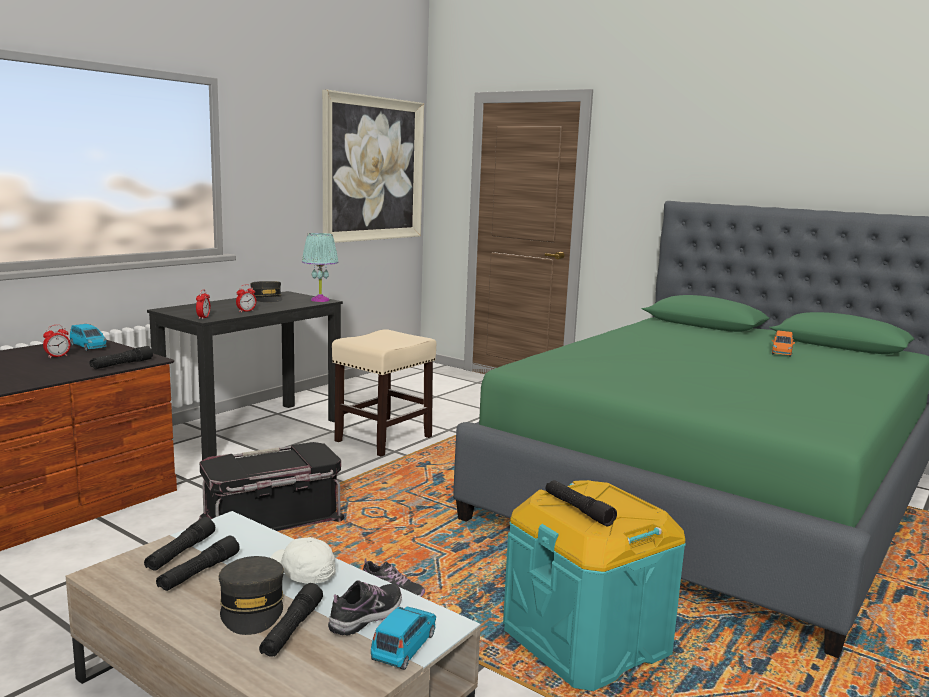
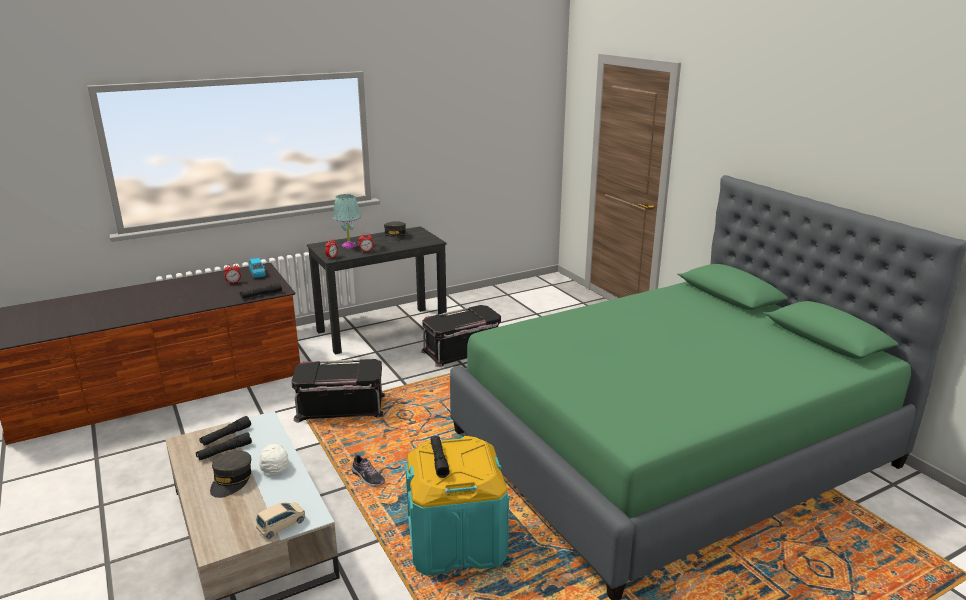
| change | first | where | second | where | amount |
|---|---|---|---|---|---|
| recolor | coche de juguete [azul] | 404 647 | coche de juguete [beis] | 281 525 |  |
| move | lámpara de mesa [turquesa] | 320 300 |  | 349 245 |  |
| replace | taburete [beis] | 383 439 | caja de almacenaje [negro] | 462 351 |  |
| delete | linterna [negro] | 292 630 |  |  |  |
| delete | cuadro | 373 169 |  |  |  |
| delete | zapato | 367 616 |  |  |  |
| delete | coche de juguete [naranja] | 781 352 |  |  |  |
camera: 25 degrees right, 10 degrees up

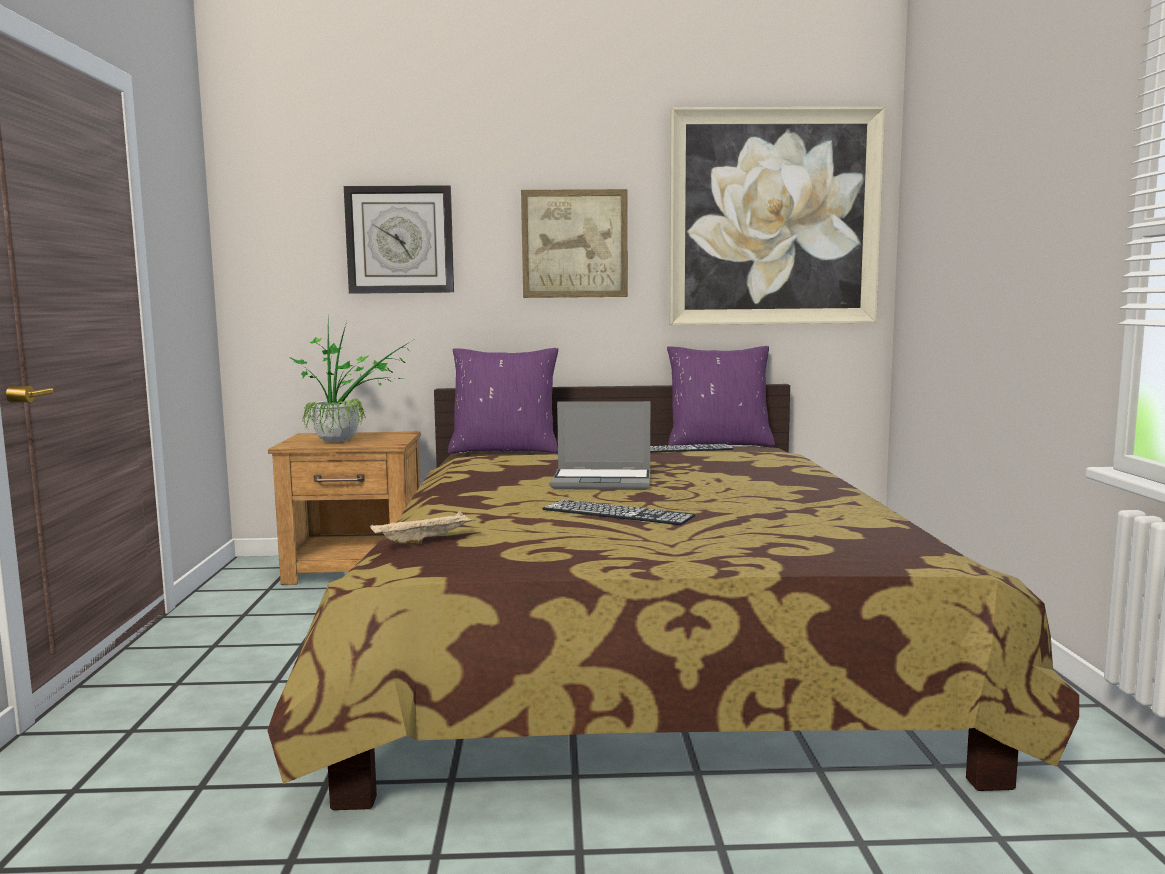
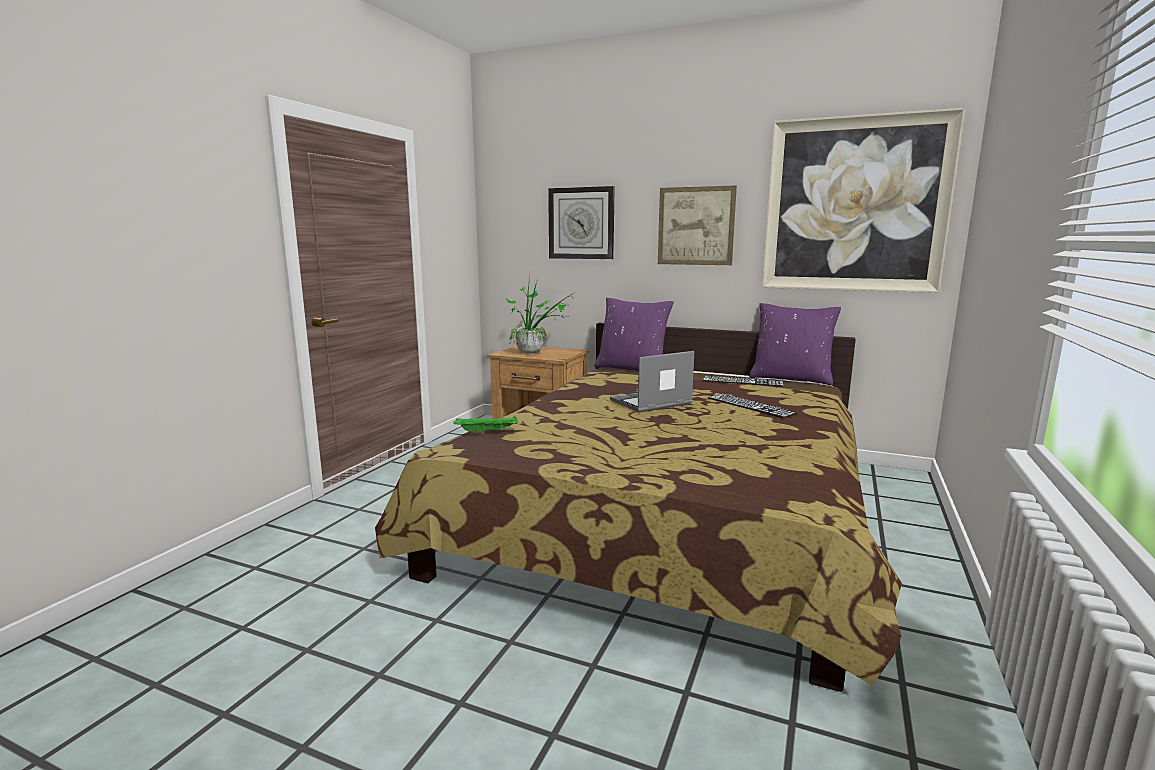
| change | first | where | second | where | amount |
|---|---|---|---|---|---|
| recolor | bandeja [beis] | 424 541 | bandeja [verde] | 488 432 |  |
| rotate | portátil | 603 482 |  | 650 403 | 120 degrees clockwise |
| move | teclado | 617 513 |  | 751 405 |  |
camera: 25 degrees right, 5 degrees up

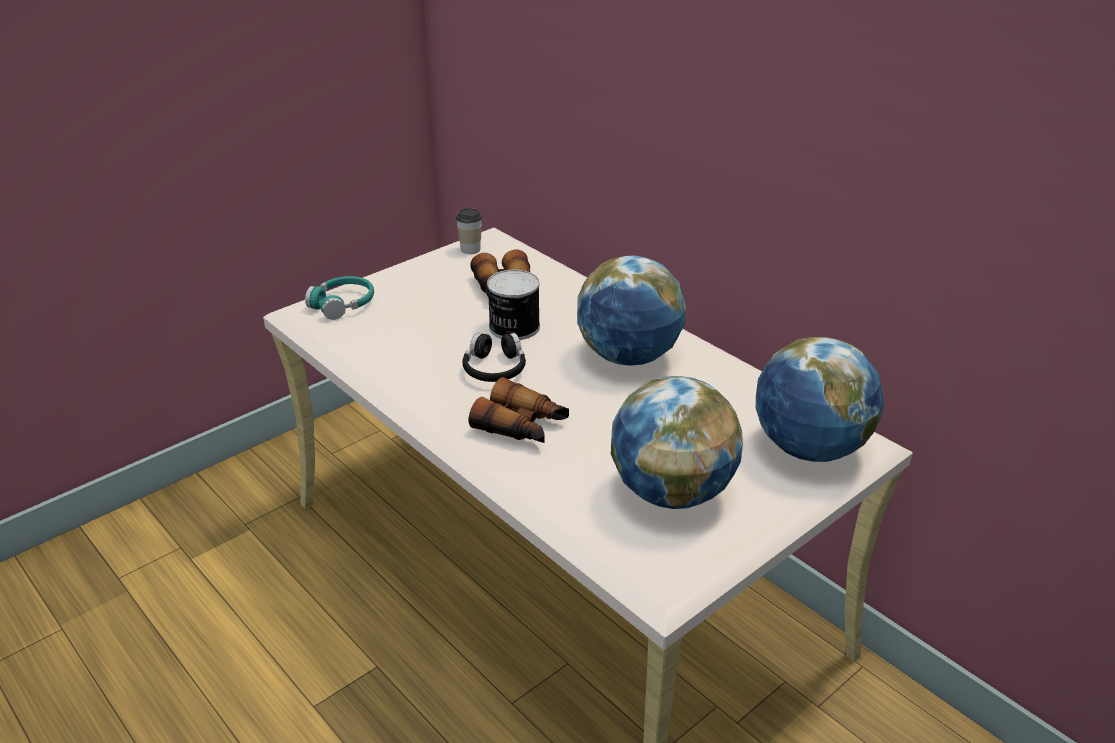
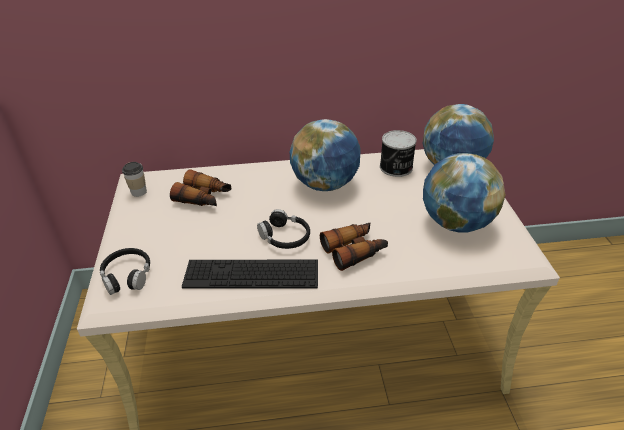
| change | first | where | second | where | amount |
|---|---|---|---|---|---|
| recolor | auriculares [turquesa] | 343 304 | auriculares [negro] | 127 276 |  |
| insert |  |  | teclado | 251 274 |  |
| move | lata | 513 327 |  | 396 168 |  |
camera: 55 degrees left, 5 degrees up

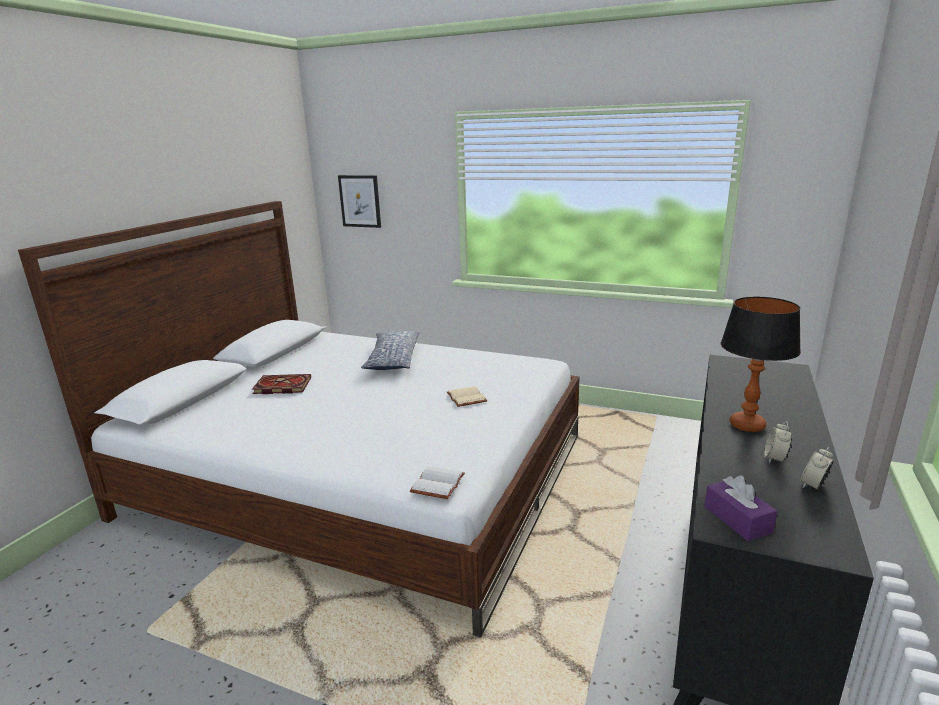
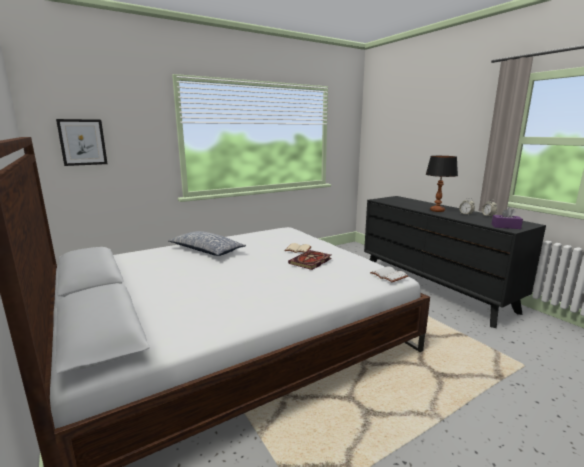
| change | first | where | second | where | amount |
|---|---|---|---|---|---|
| move | libro | 281 386 |  | 310 262 |  |
camera: 55 degrees left, 5 degrees down

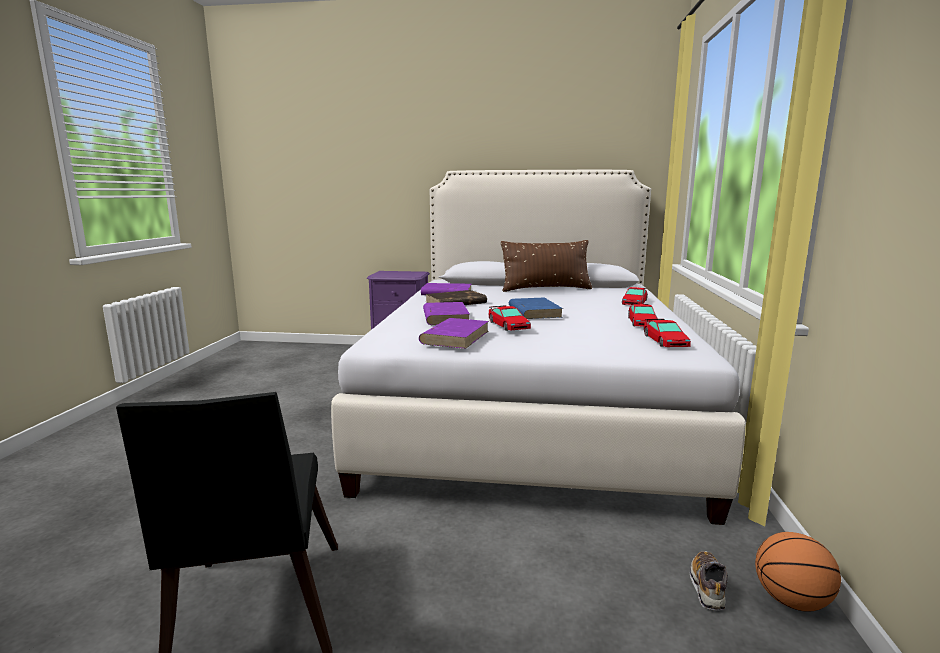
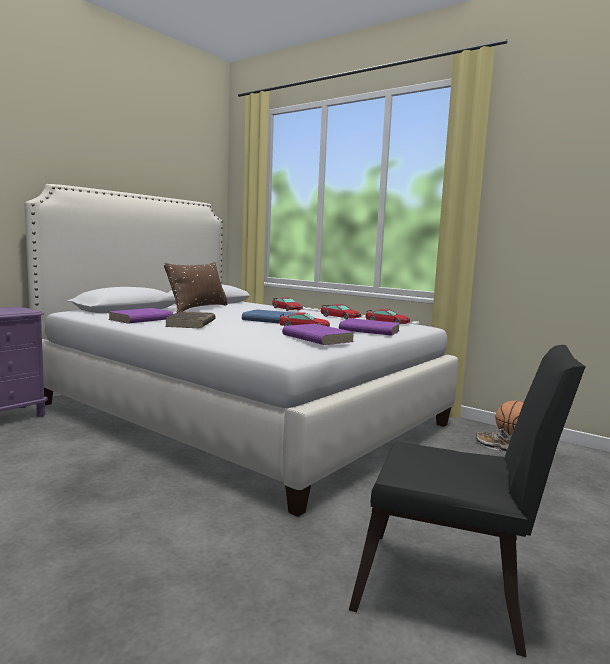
| change | first | where | second | where | amount |
|---|---|---|---|---|---|
| move | libro [morado] | 445 317 |  | 369 330 |  |
camera: 60 degrees left, 5 degrees down

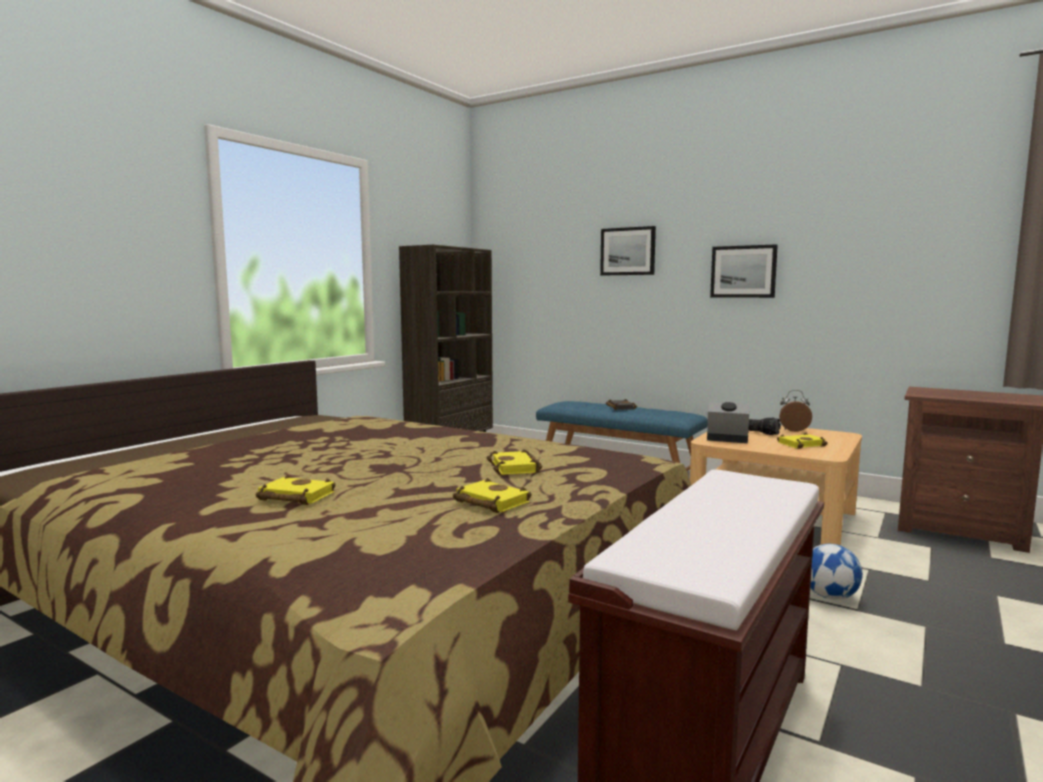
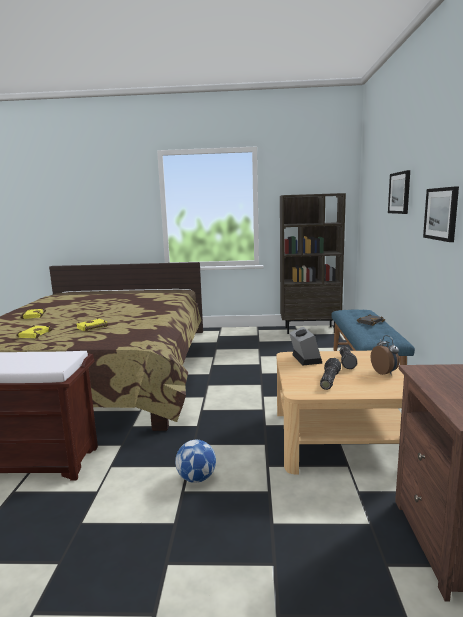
| change | first | where | second | where | amount |
|---|---|---|---|---|---|
| replace | libro [amarillo] | 801 444 | linterna | 328 380 |  |
camera: 60 degrees right, 5 degrees up

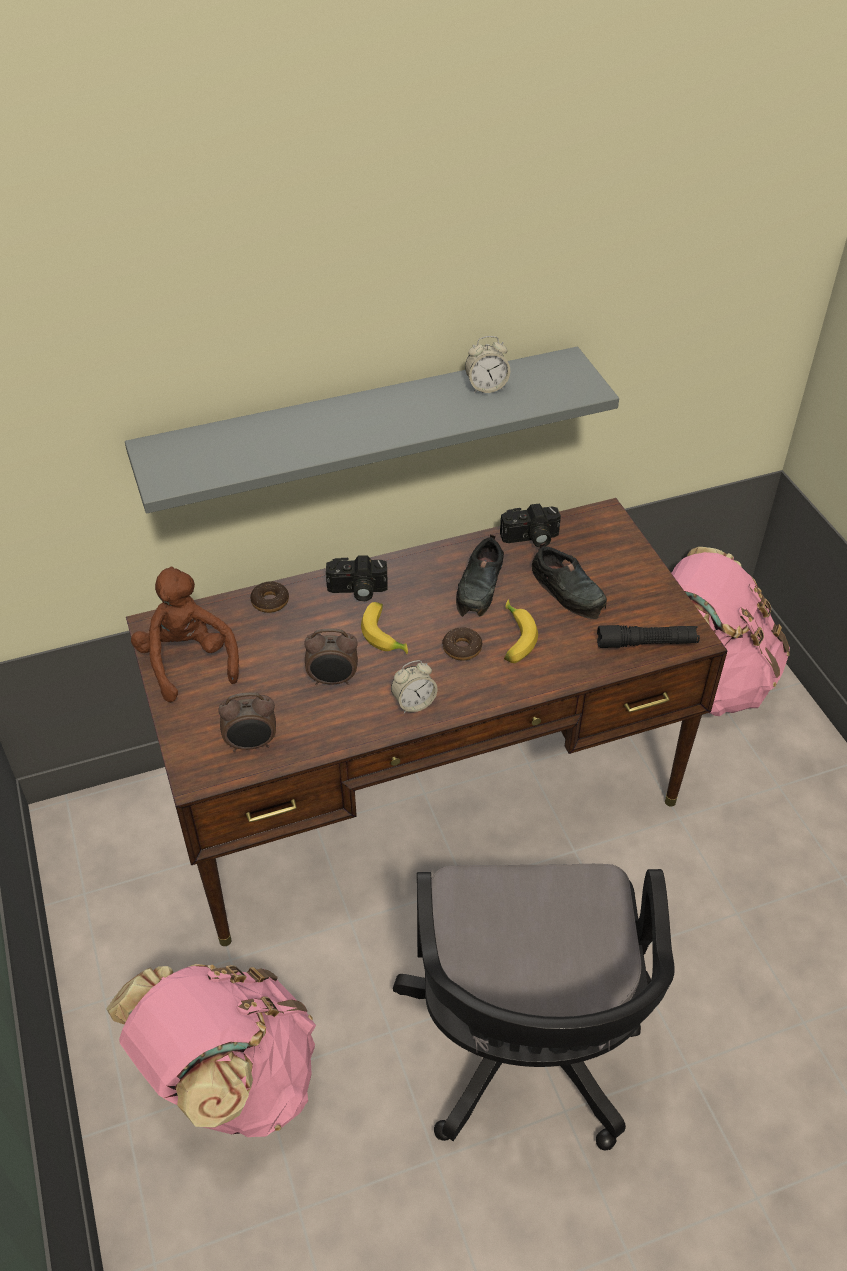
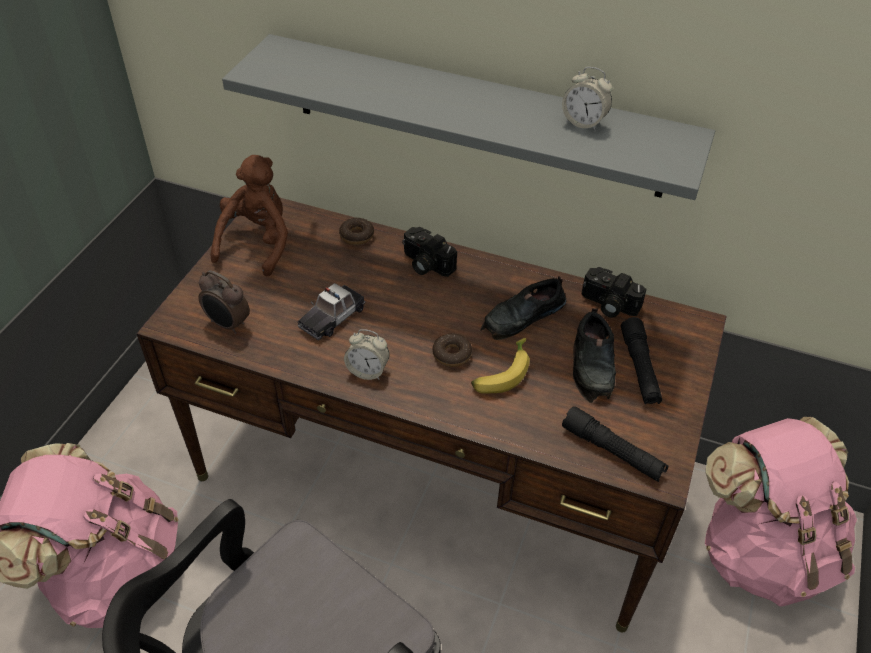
| change | first | where | second | where | amount |
|---|---|---|---|---|---|
| replace | despertador | 333 680 | coche de juguete | 332 317 |  |
| insert |  |  | linterna [negro] | 639 368 |  |
| delete | plátano | 386 634 |  |  |  |
camera: 40 degrees right, 0 degrees up

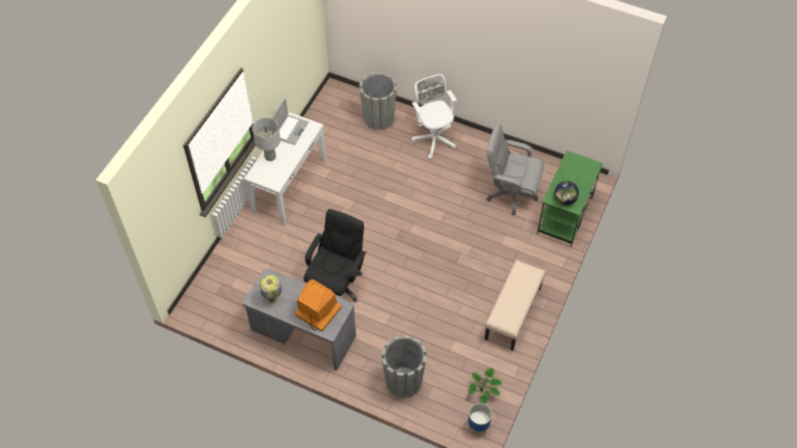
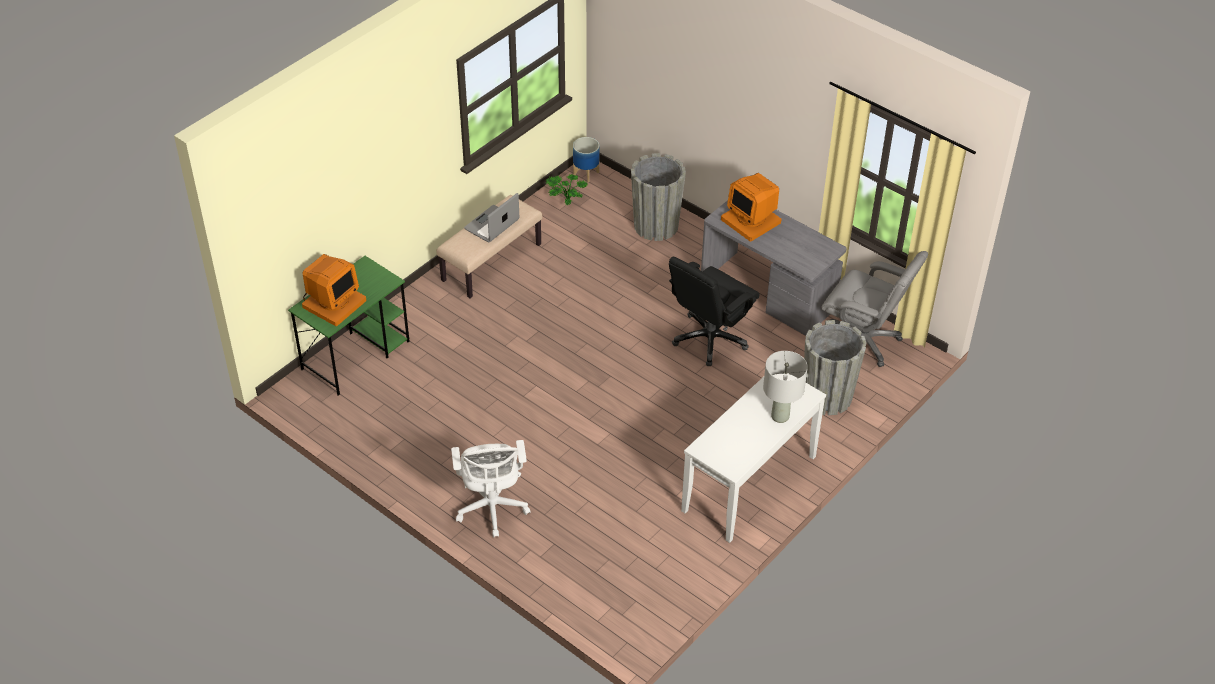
| change | first | where | second | where | amount |
|---|---|---|---|---|---|
| insert |  |  | monitor | 333 303 |  |
| move | portátil | 290 130 |  | 492 225 |  |
| move | maceta [gris] | 378 118 |  | 827 397 |  |
| move | silla de oficina [gris] | 510 193 |  | 863 341 |  |
| delete | lámpara de mesa | 273 298 |  |  |  |
| delete | globo terráqueo | 565 199 |  |  |  |
camera: 165 degrees left, 10 degrees down

